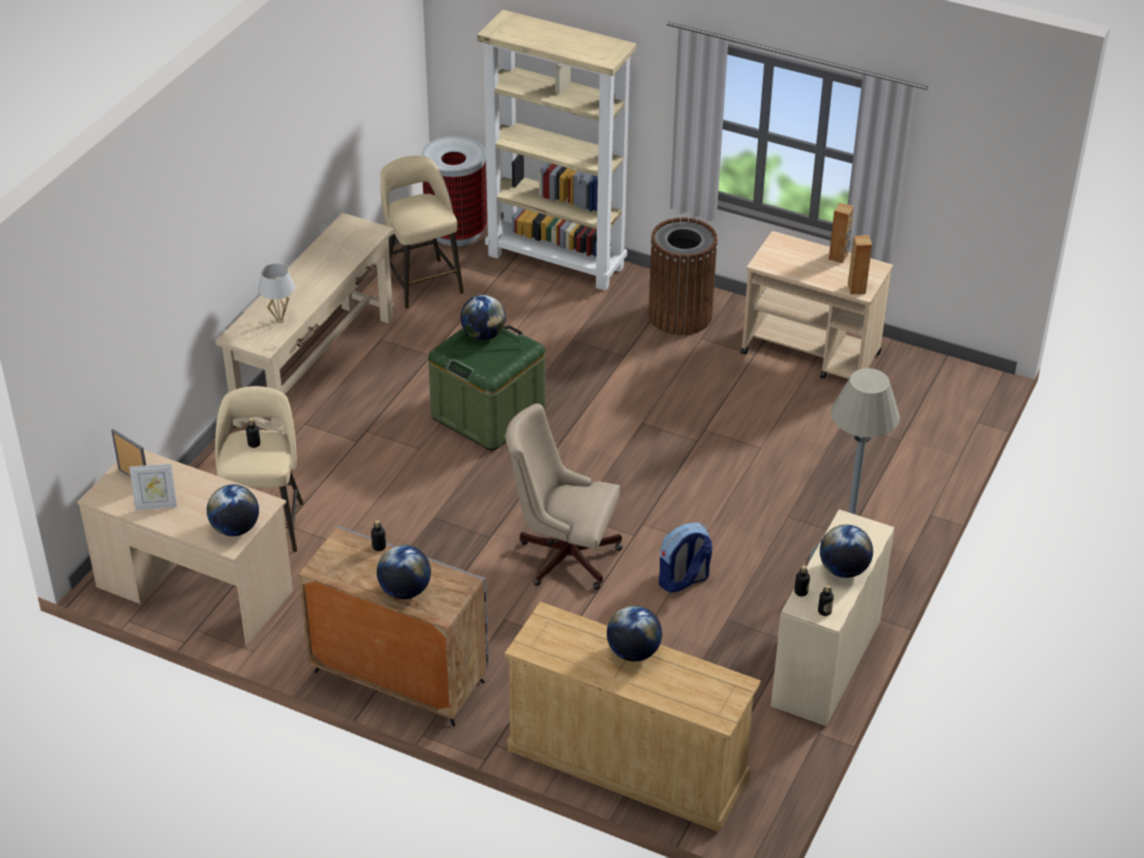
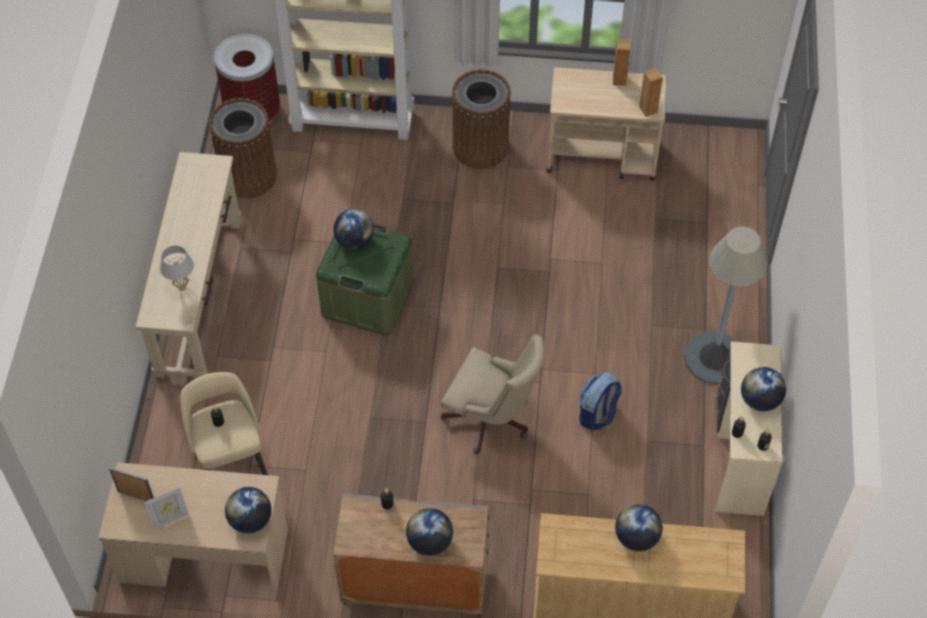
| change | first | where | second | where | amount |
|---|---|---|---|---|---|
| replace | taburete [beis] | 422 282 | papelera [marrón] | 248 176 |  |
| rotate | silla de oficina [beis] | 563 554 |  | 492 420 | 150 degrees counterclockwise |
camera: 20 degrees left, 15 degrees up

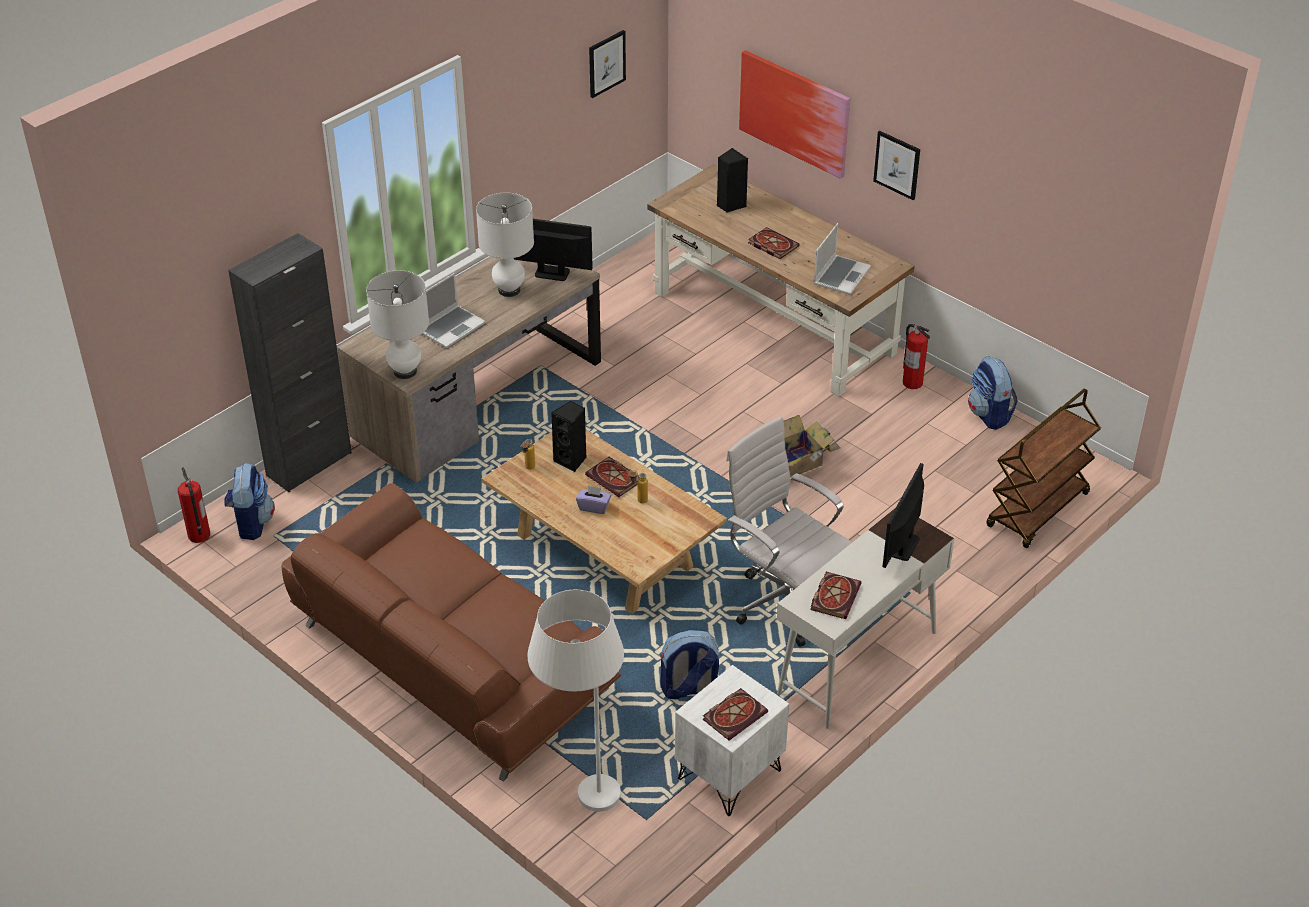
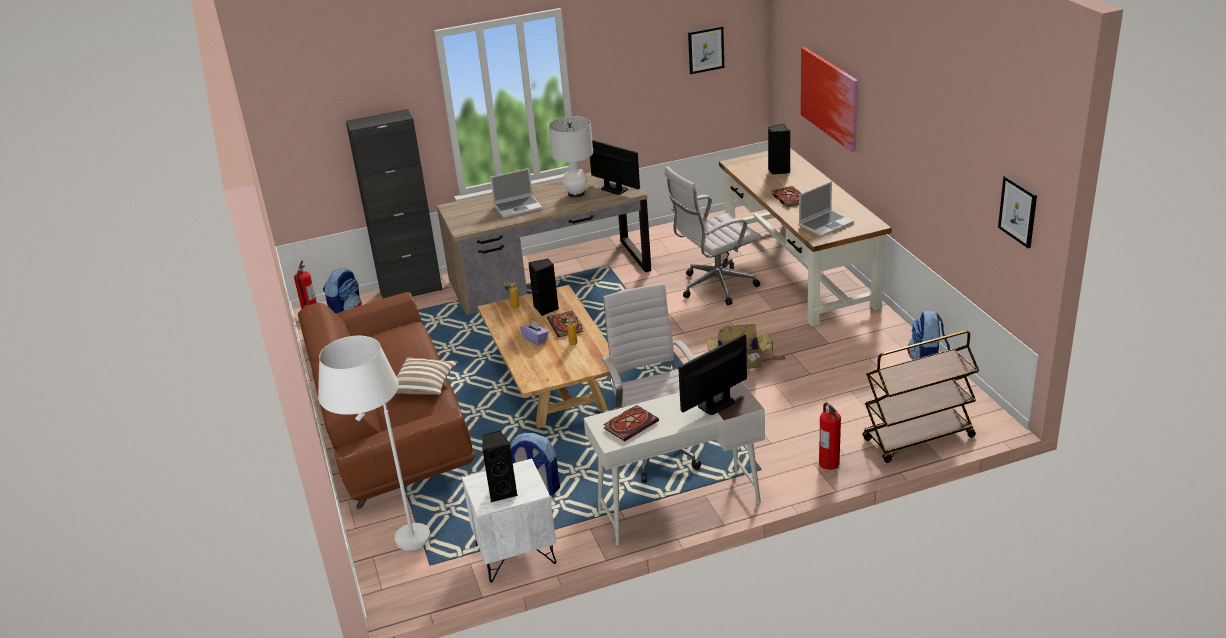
| change | first | where | second | where | amount |
|---|---|---|---|---|---|
| insert |  |  | cojín | 424 386 |  |
| replace | libro | 735 715 | altavoz [negro] | 502 492 |  |
| insert |  |  | silla de oficina [blanco] | 714 287 |  |
| move | extintor | 912 382 |  | 828 463 |  |
| move | cuadro | 897 165 |  | 1018 211 |  |
| delete | lámpara de mesa [blanco] | 405 371 |  |  |  |
camera: 30 degrees right, 10 degrees down

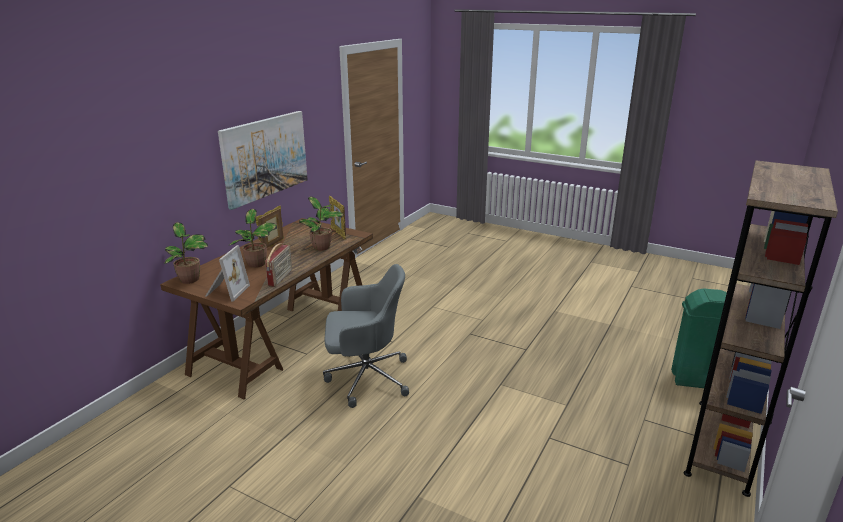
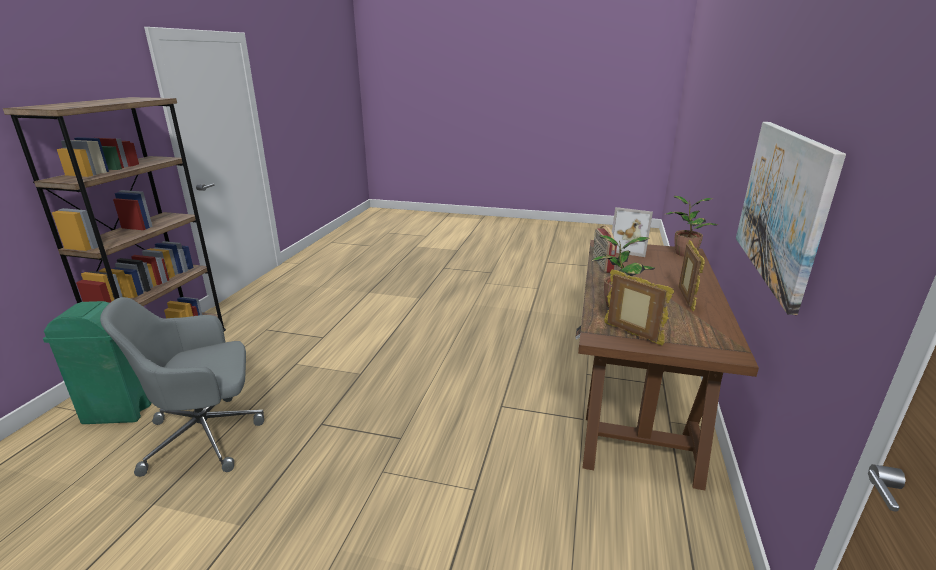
| change | first | where | second | where | amount |
|---|---|---|---|---|---|
| move | silla de oficina [gris] | 365 378 |  | 207 435 |  |
| rotate | portarretratos | 226 291 |  | 629 249 | 60 degrees counterclockwise |
| delete | planta en maceta | 256 264 |  |  |  |
camera: 165 degrees right, 0 degrees up

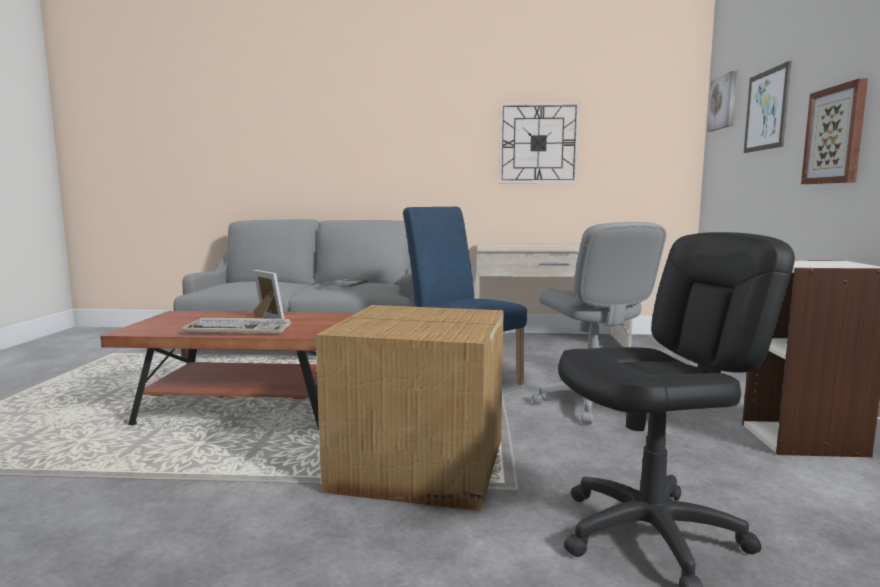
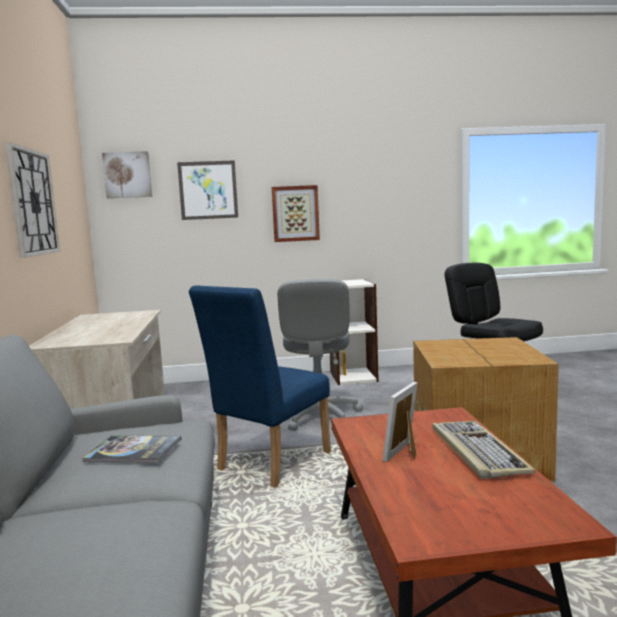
| change | first | where | second | where | amount |
|---|---|---|---|---|---|
| rotate | silla de oficina [gris] | 590 403 |  | 319 416 | 120 degrees clockwise |
camera: 100 degrees left, 0 degrees up

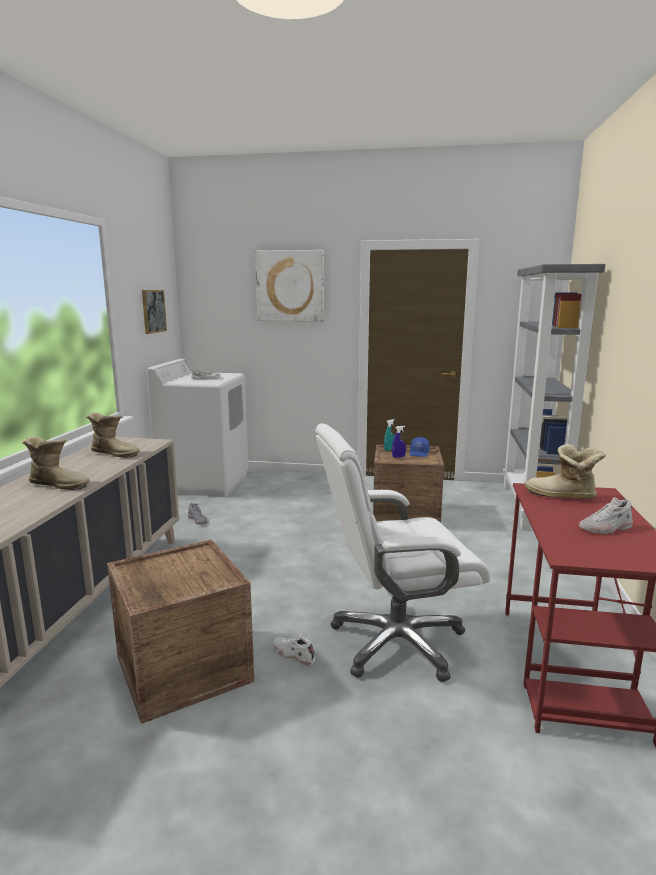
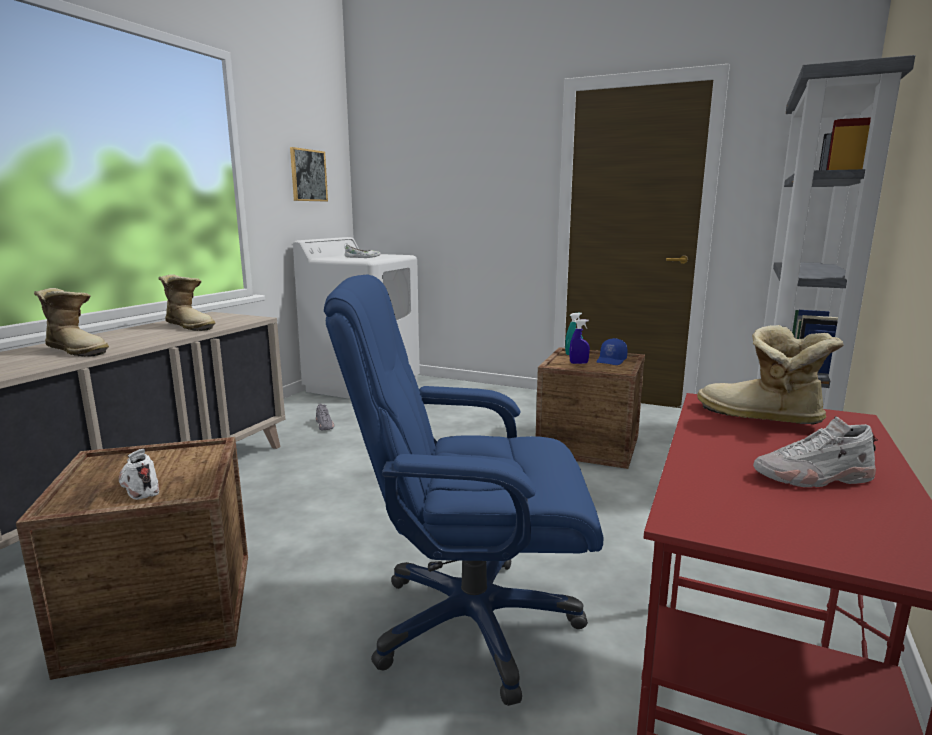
| change | first | where | second | where | amount |
|---|---|---|---|---|---|
| move | zapato [blanco] | 293 655 |  | 139 485 |  |
| recolor | silla de oficina [blanco] | 395 642 | silla de oficina [azul] | 471 623 |  |
| delete | cuadro | 290 286 |  |  |  |
camera: 15 degrees right, 0 degrees up

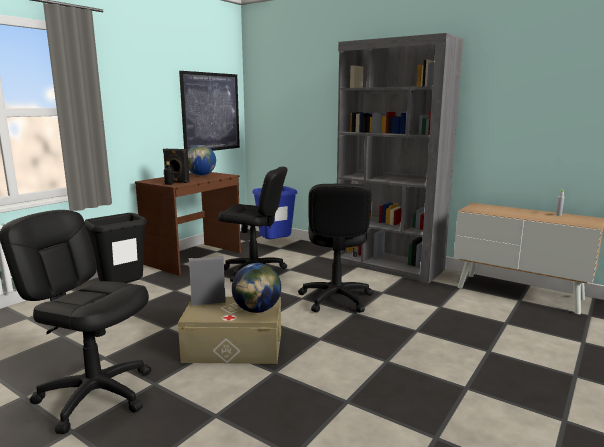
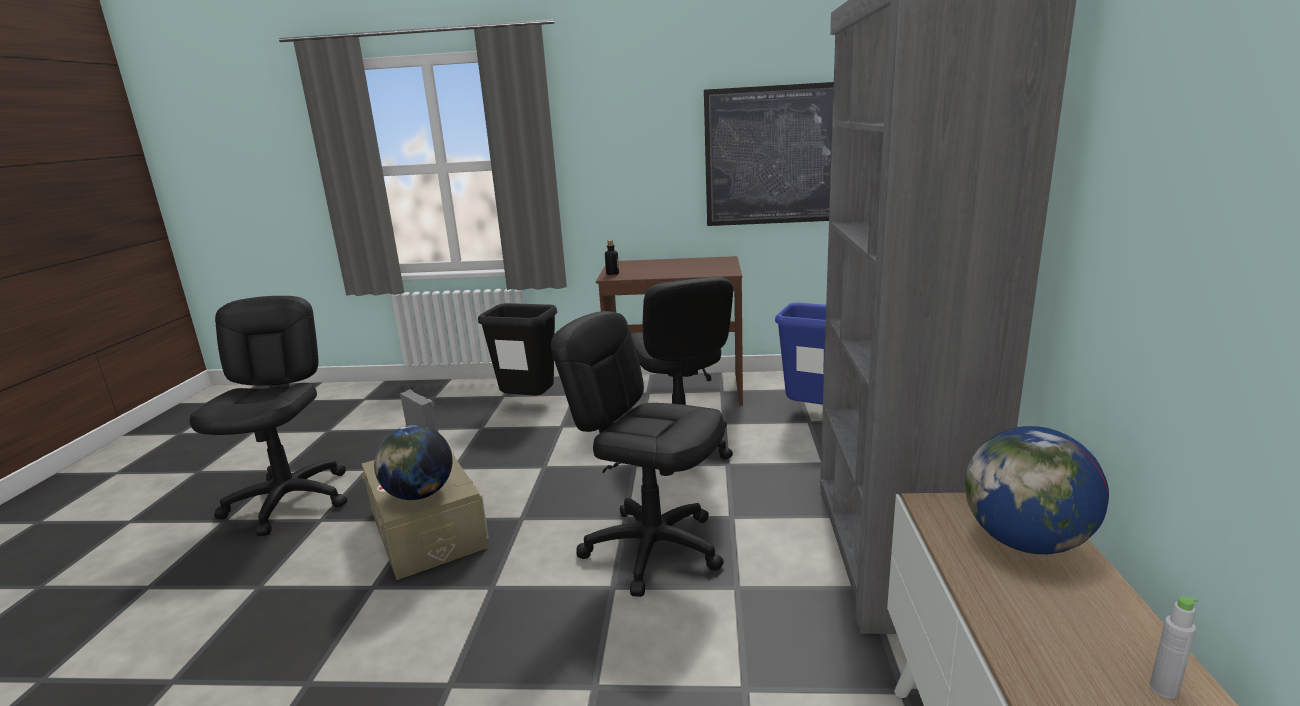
| change | first | where | second | where | amount |
|---|---|---|---|---|---|
| rotate | silla de oficina [negro] | 335 299 |  | 653 548 | 60 degrees clockwise |
| move | globo terráqueo | 201 175 |  | 1026 542 |  |
| delete | altavoz [negro] | 177 182 |  |  |  |
camera: 60 degrees right, 5 degrees up

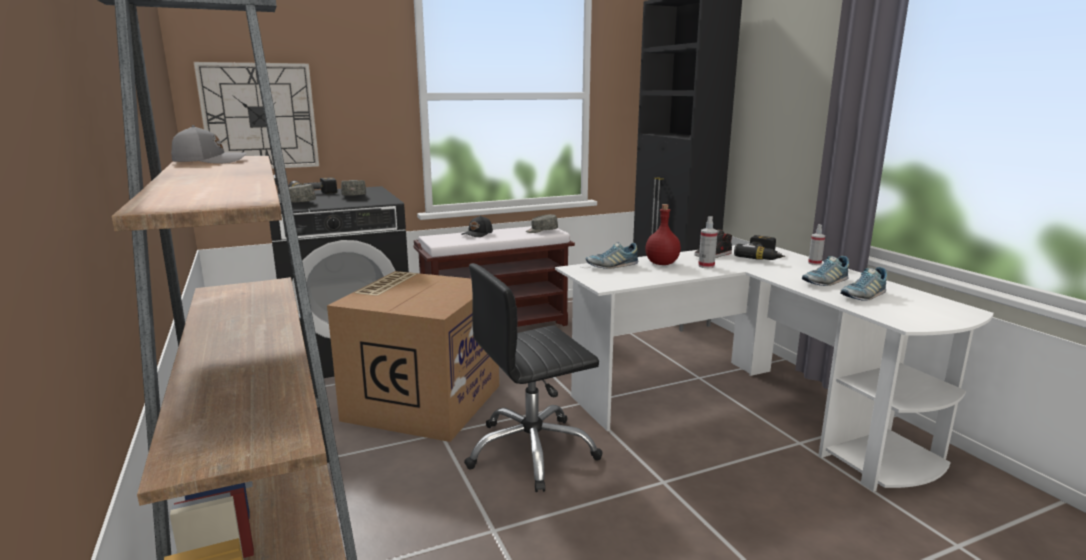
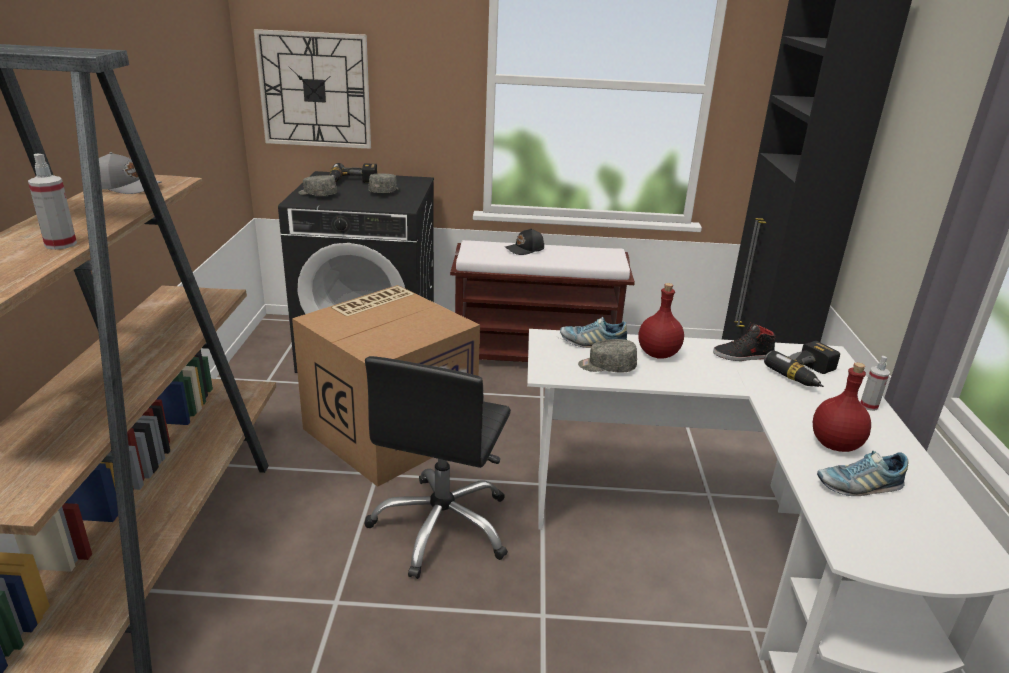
| change | first | where | second | where | amount |
|---|---|---|---|---|---|
| move | pulverizador | 706 266 |  | 60 244 |  |
| rotate | silla de oficina [negro] | 532 451 |  | 442 526 | 75 degrees counterclockwise |
| move | gorra [gris] | 541 231 |  | 606 367 |  |
| replace | zapato | 825 282 | botella [rojo] | 836 445 |  |
camera: 25 degrees right, 10 degrees up

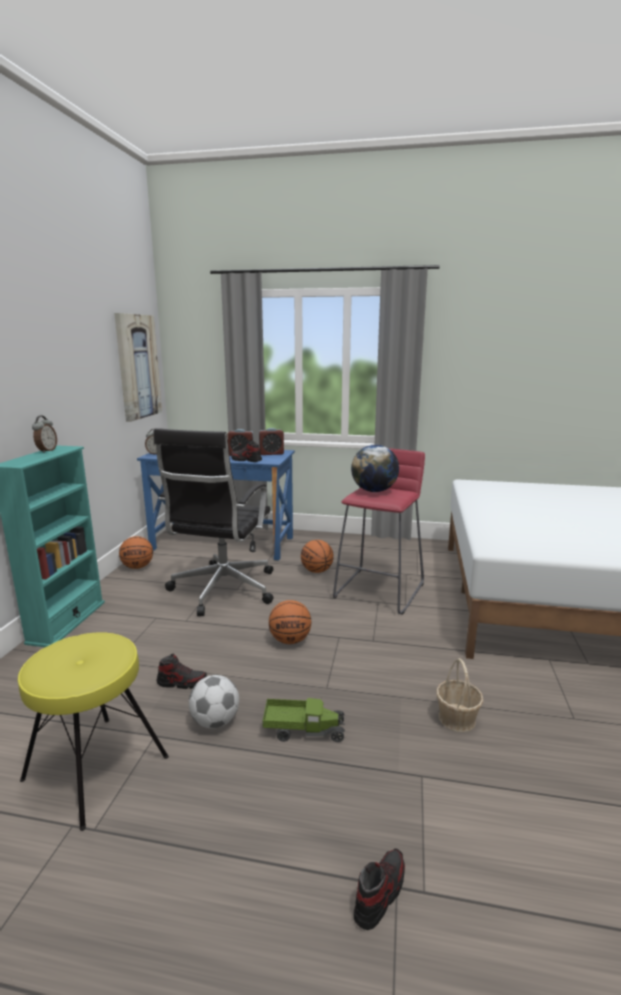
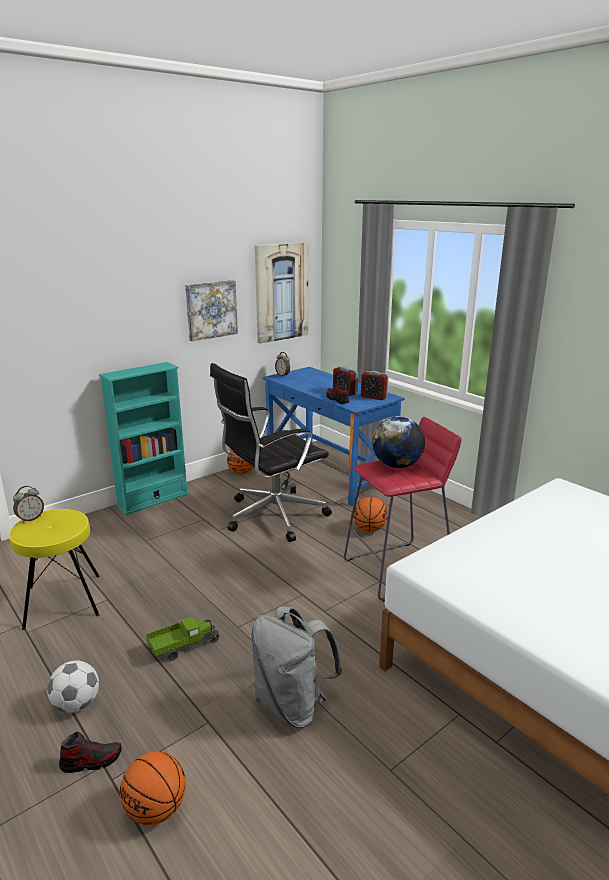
| change | first | where | second | where | amount |
|---|---|---|---|---|---|
| move | despertador | 46 451 |  | 30 518 |  |
| move | balón de fútbol | 215 721 |  | 77 704 |  |
| move | balón de baloncesto | 290 640 |  | 155 809 |  |
| rotate | camión de juguete | 303 730 |  | 183 646 | 75 degrees counterclockwise |
| insert |  |  | cuadro | 211 309 |  |
| replace | cesta | 457 718 | mochila [gris] | 293 705 |  |
| delete | zapato | 182 682 |  |  |  |
camera: 40 degrees right, 5 degrees up

